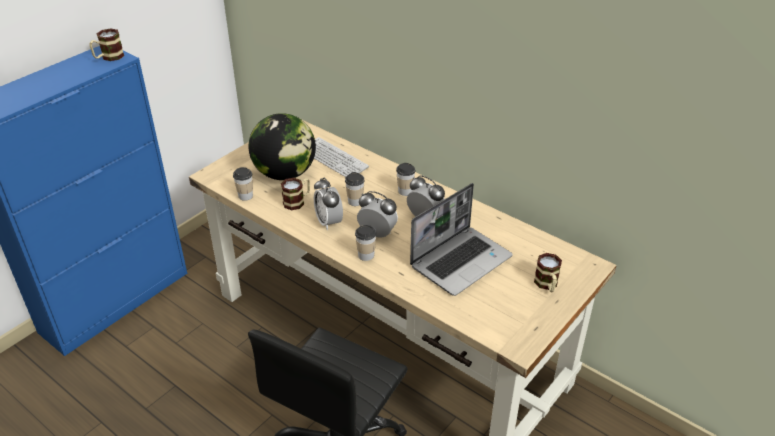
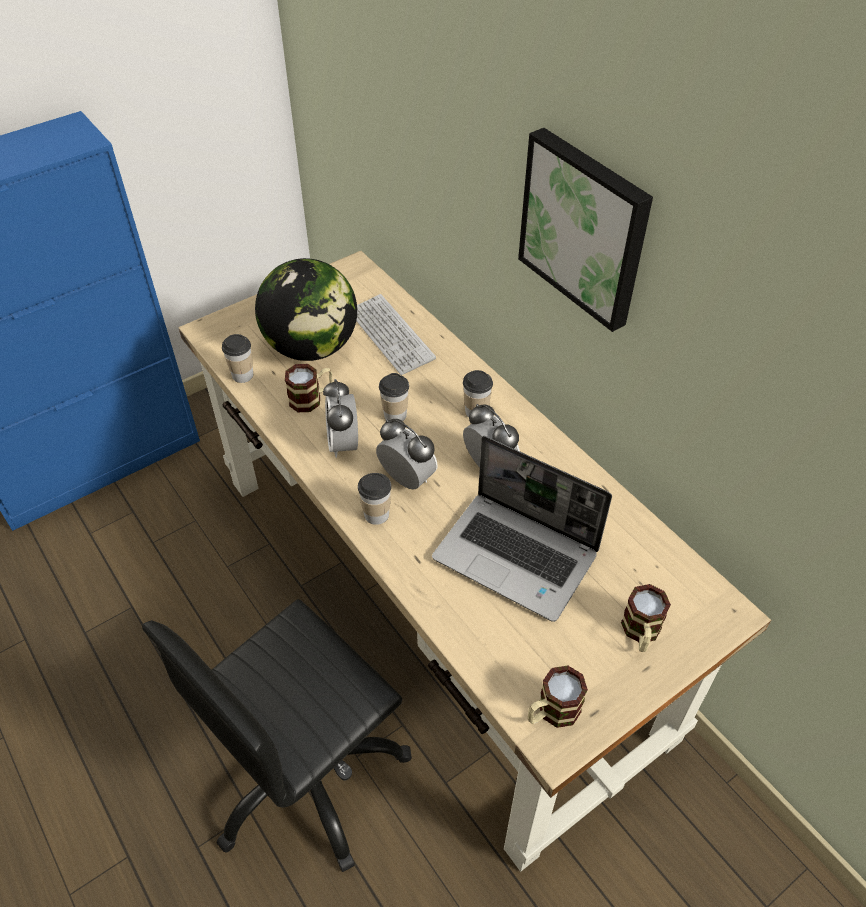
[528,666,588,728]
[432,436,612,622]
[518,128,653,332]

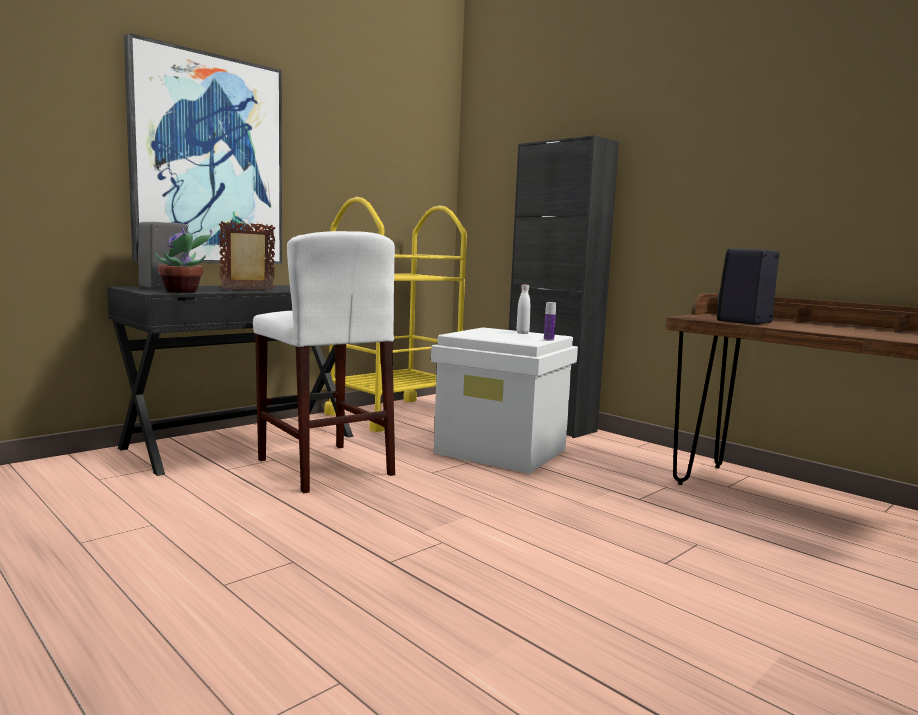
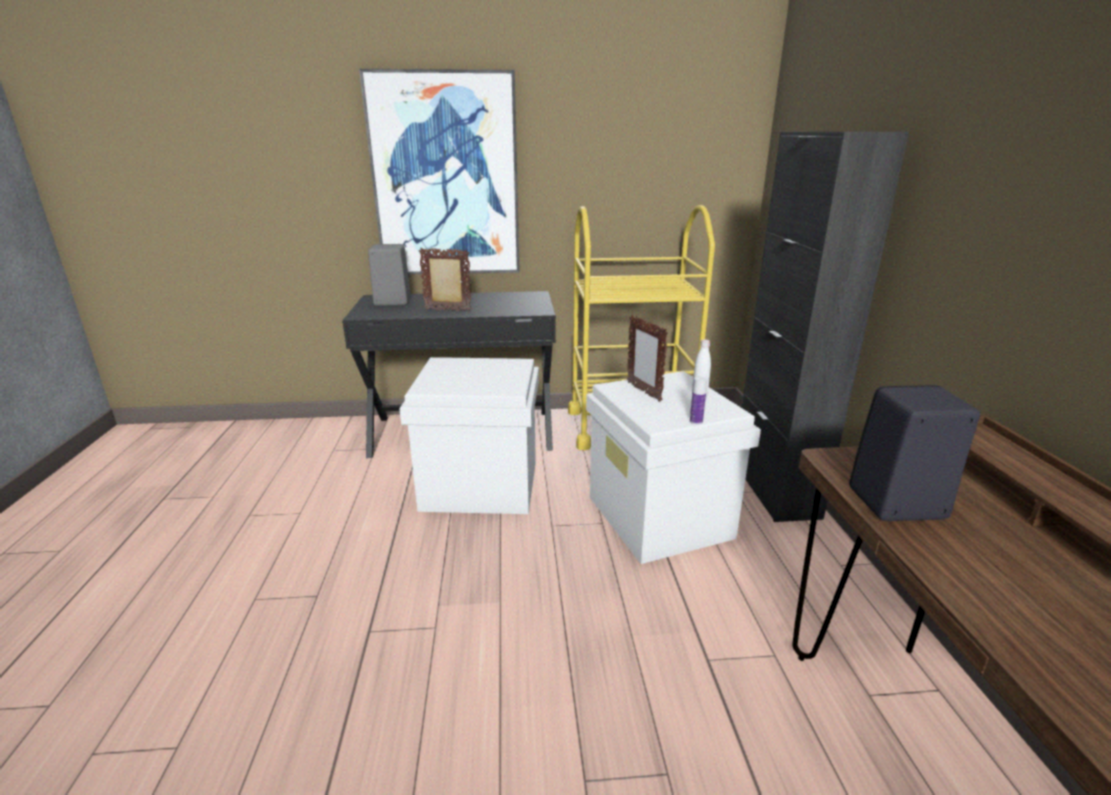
[155,222,212,293] (first image)
[399,357,539,514]
[627,315,668,402]

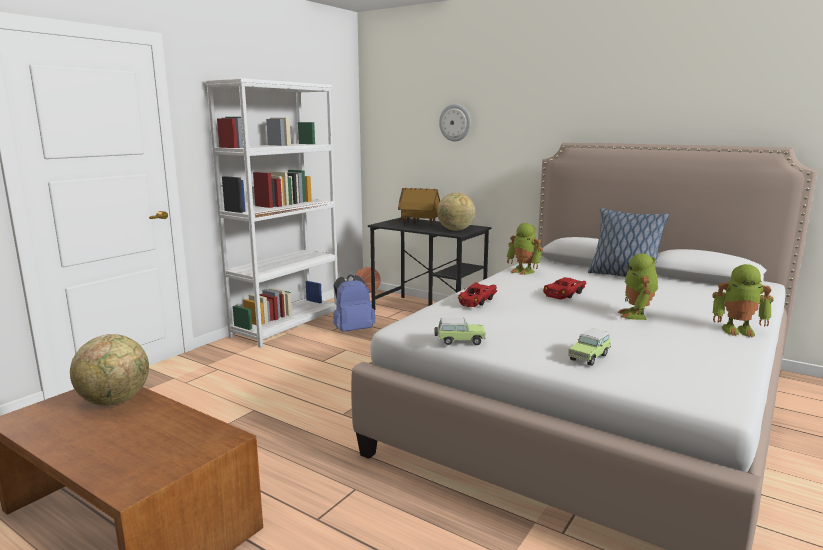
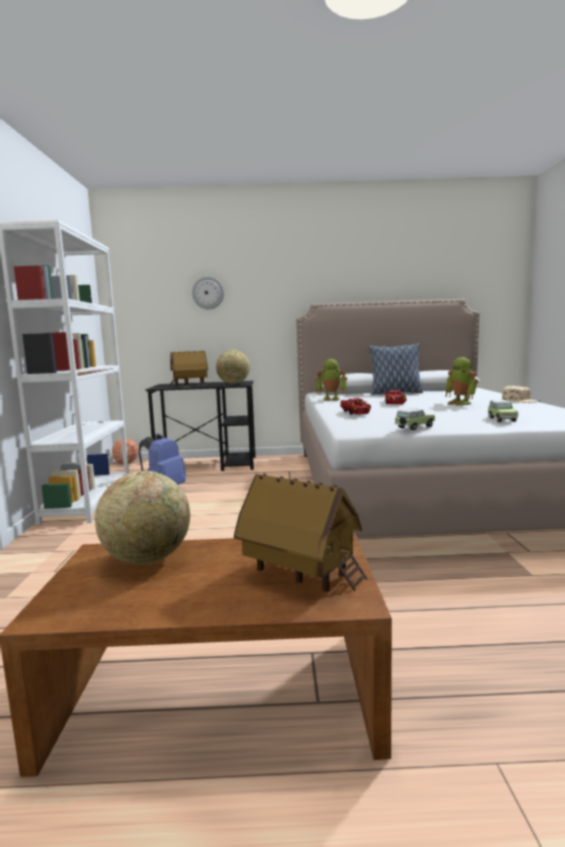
[502,386,541,403]
[234,474,368,592]

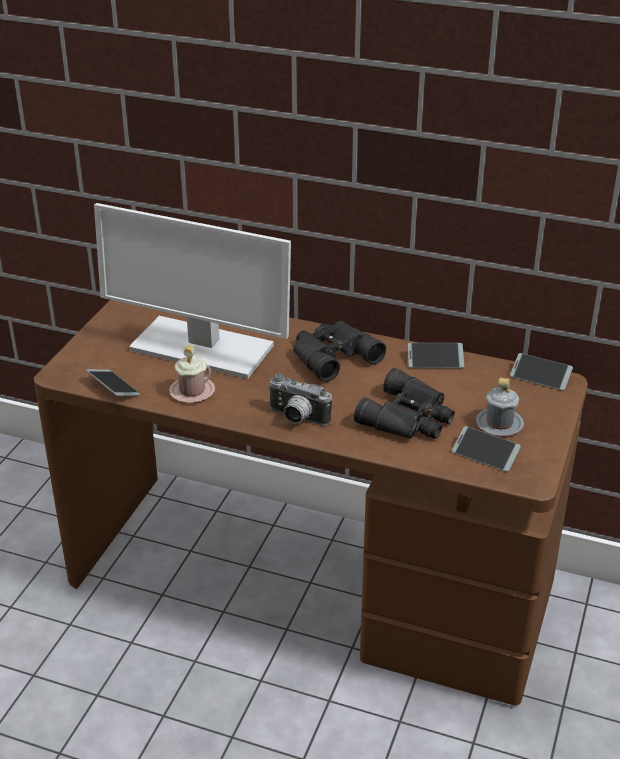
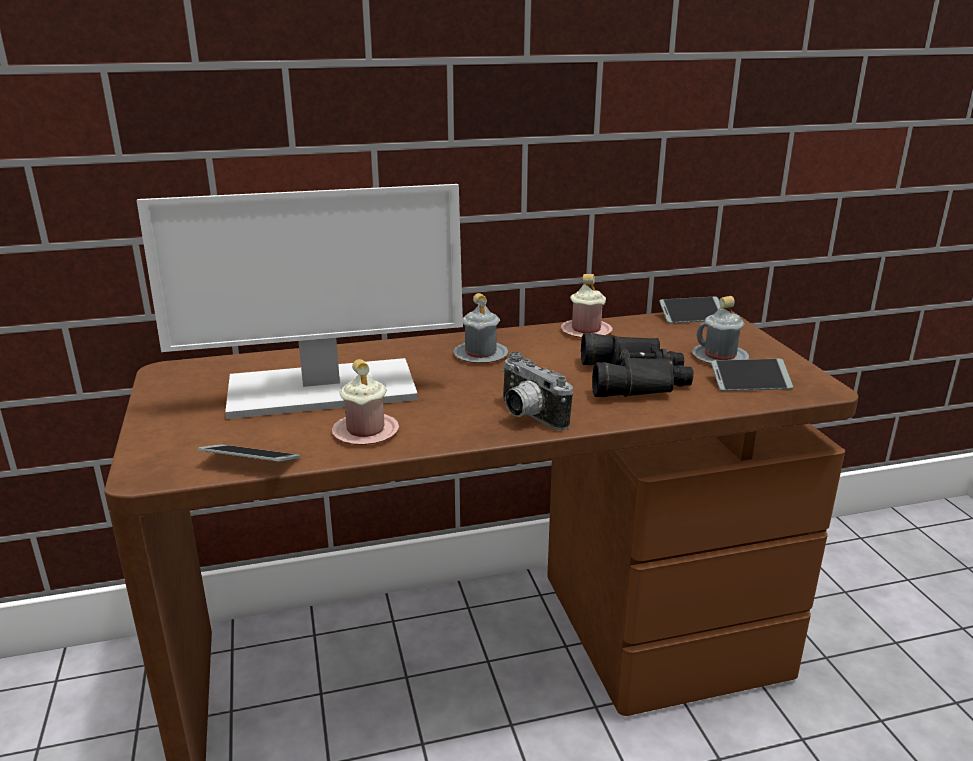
[502,352,573,431]
[453,293,508,363]
[561,274,612,338]

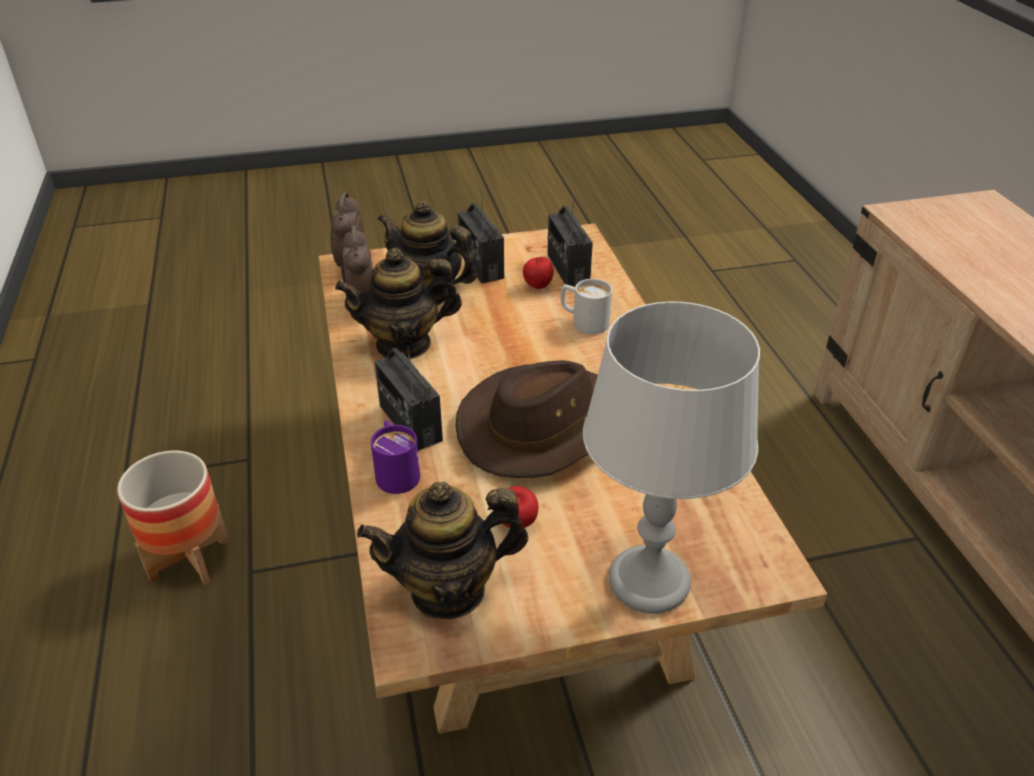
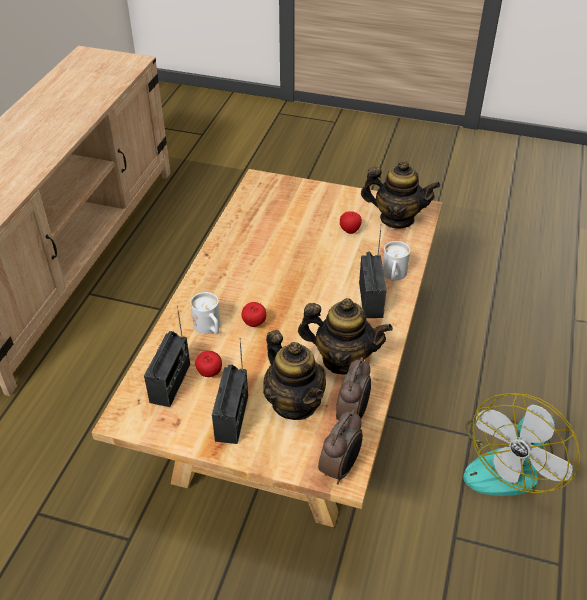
[463,393,581,496]
[382,241,410,281]
[456,360,598,478] (first image)
[583,302,760,614] (first image)
[242,302,266,327]

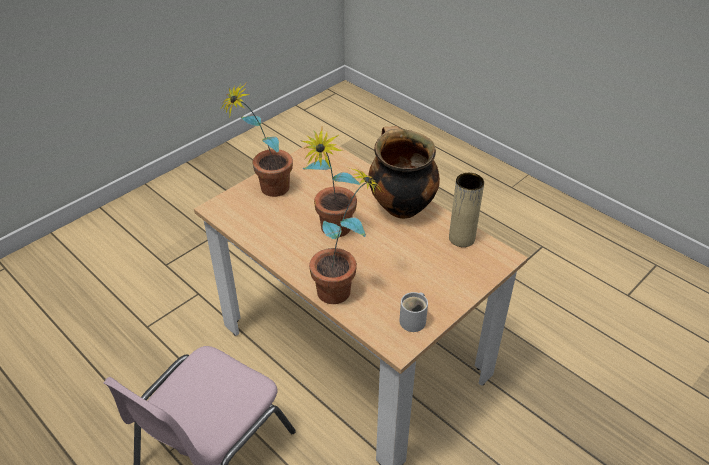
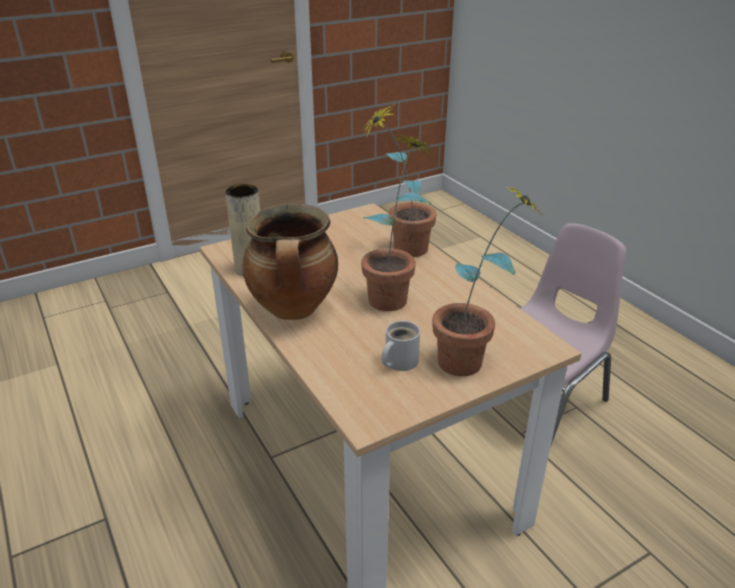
[382,321,420,371]

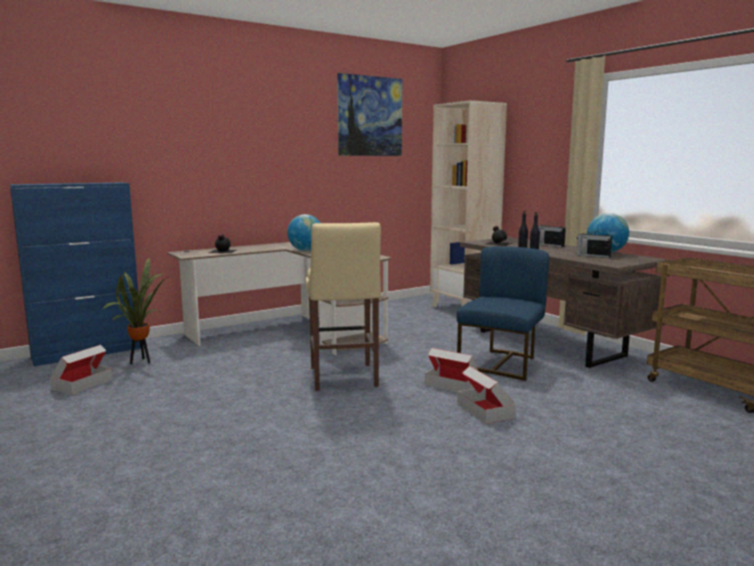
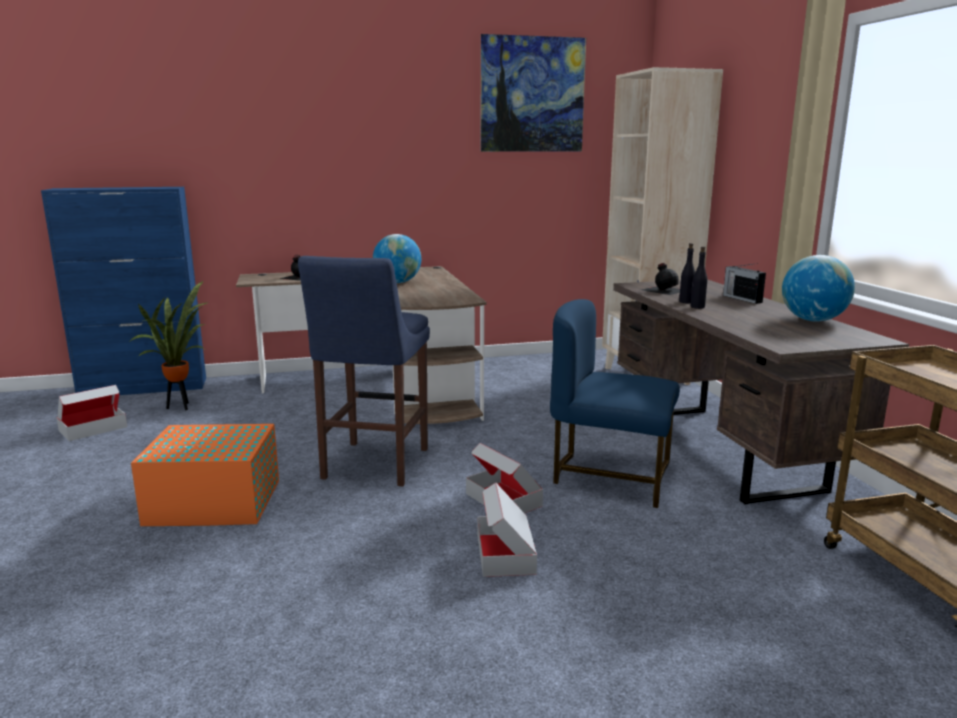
[298,256,430,486]
[550,299,680,508]
[577,230,612,258] (first image)
[131,424,279,526]

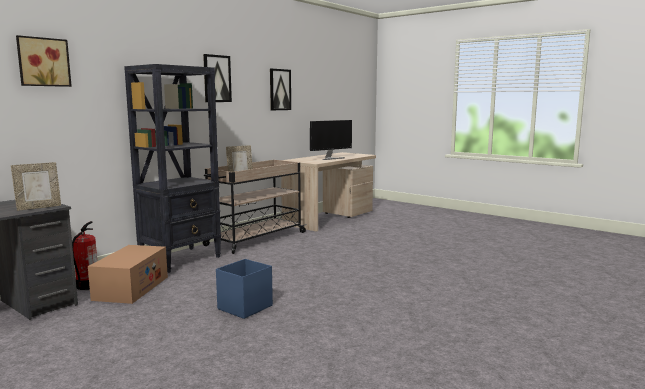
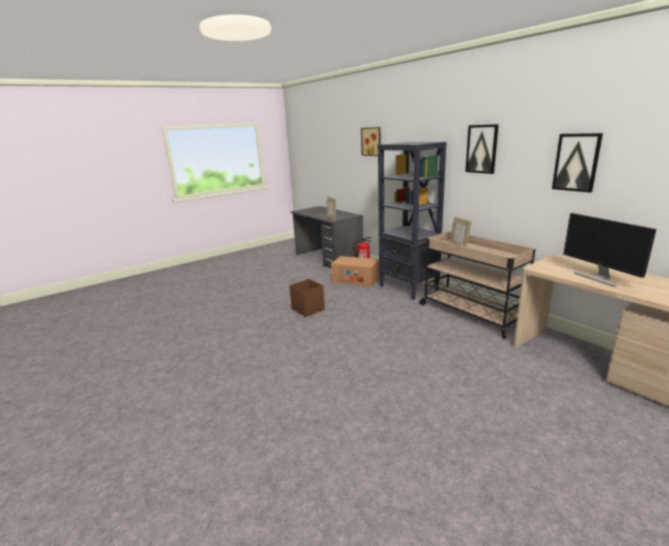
[289,279,325,317]

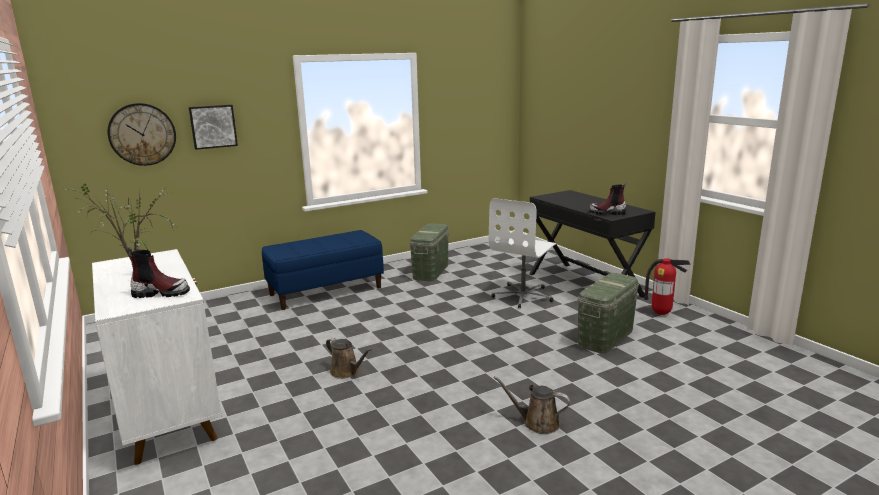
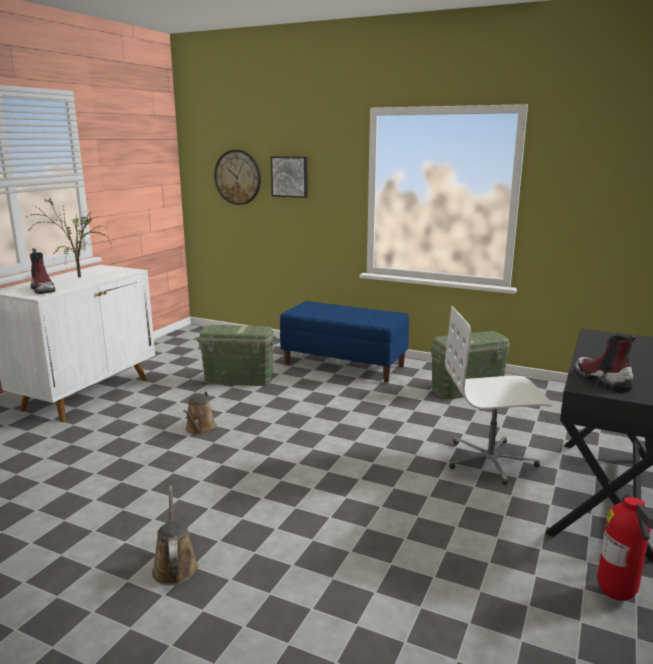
[198,325,276,386]

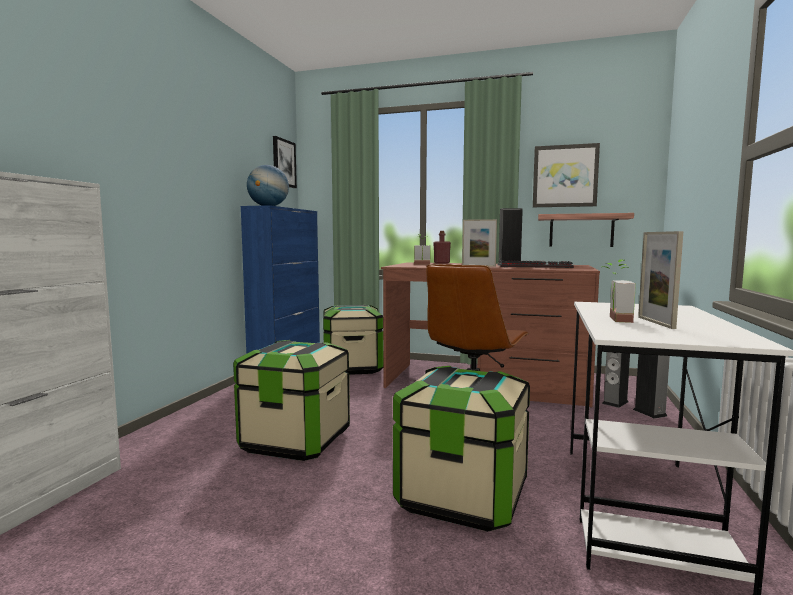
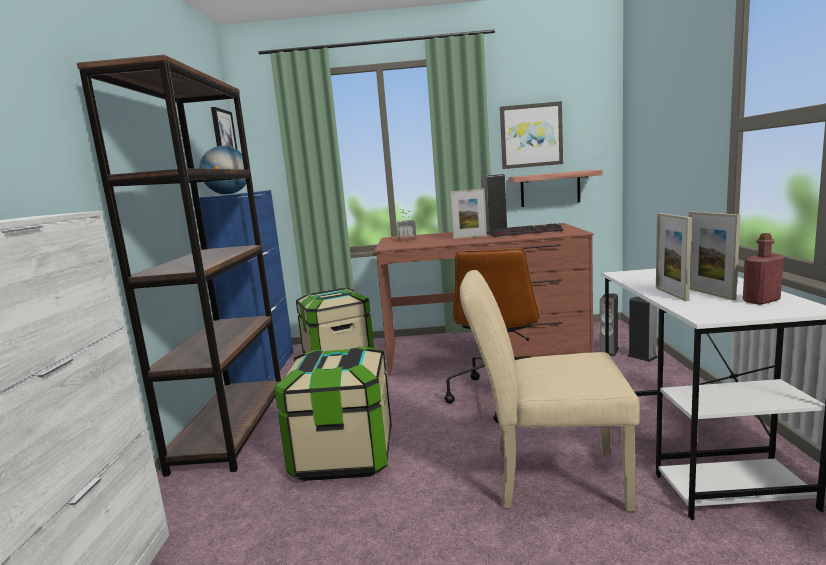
[460,270,640,512]
[743,233,784,305]
[656,213,692,301]
[77,55,281,477]

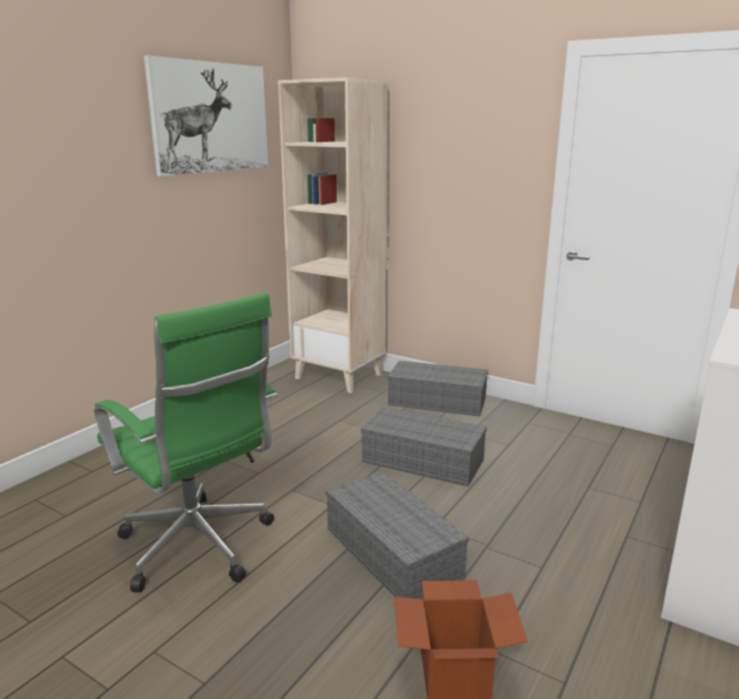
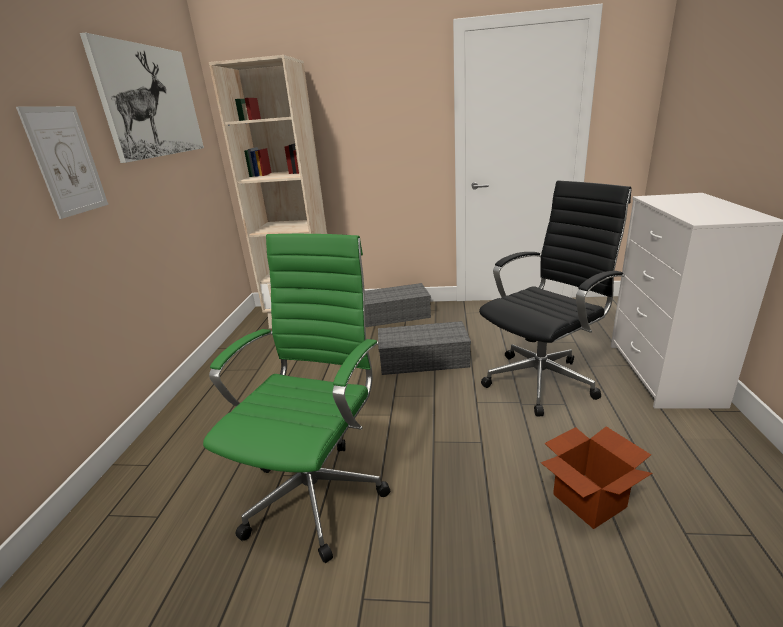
[203,234,390,563]
[326,471,469,600] (first image)
[16,106,108,219]
[479,180,632,417]

